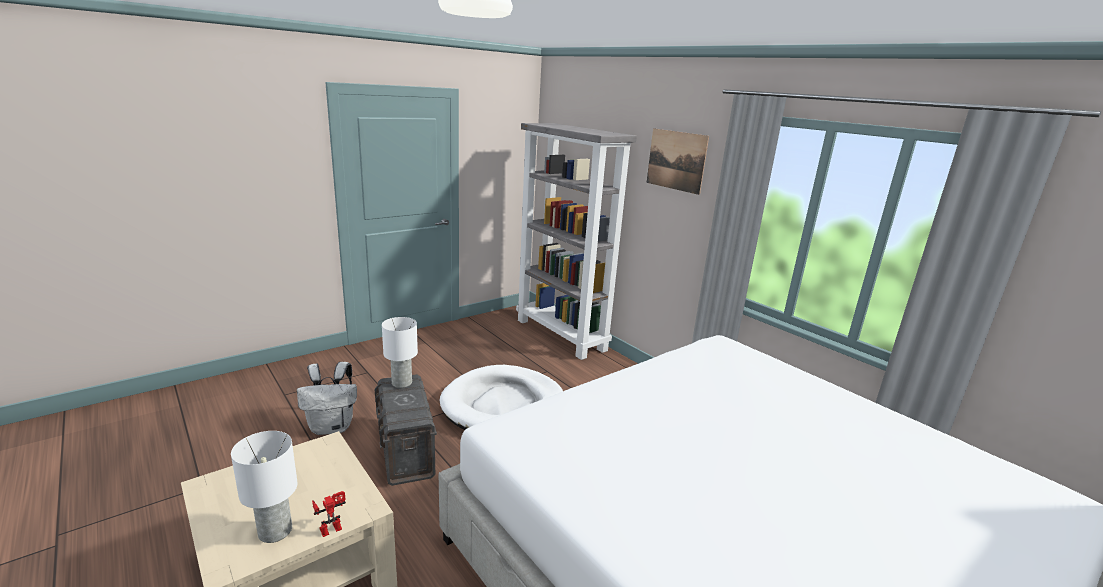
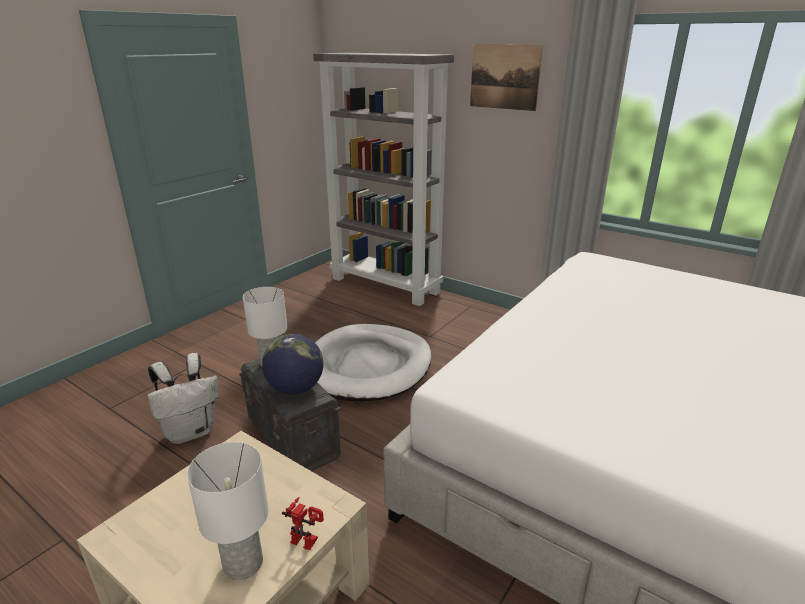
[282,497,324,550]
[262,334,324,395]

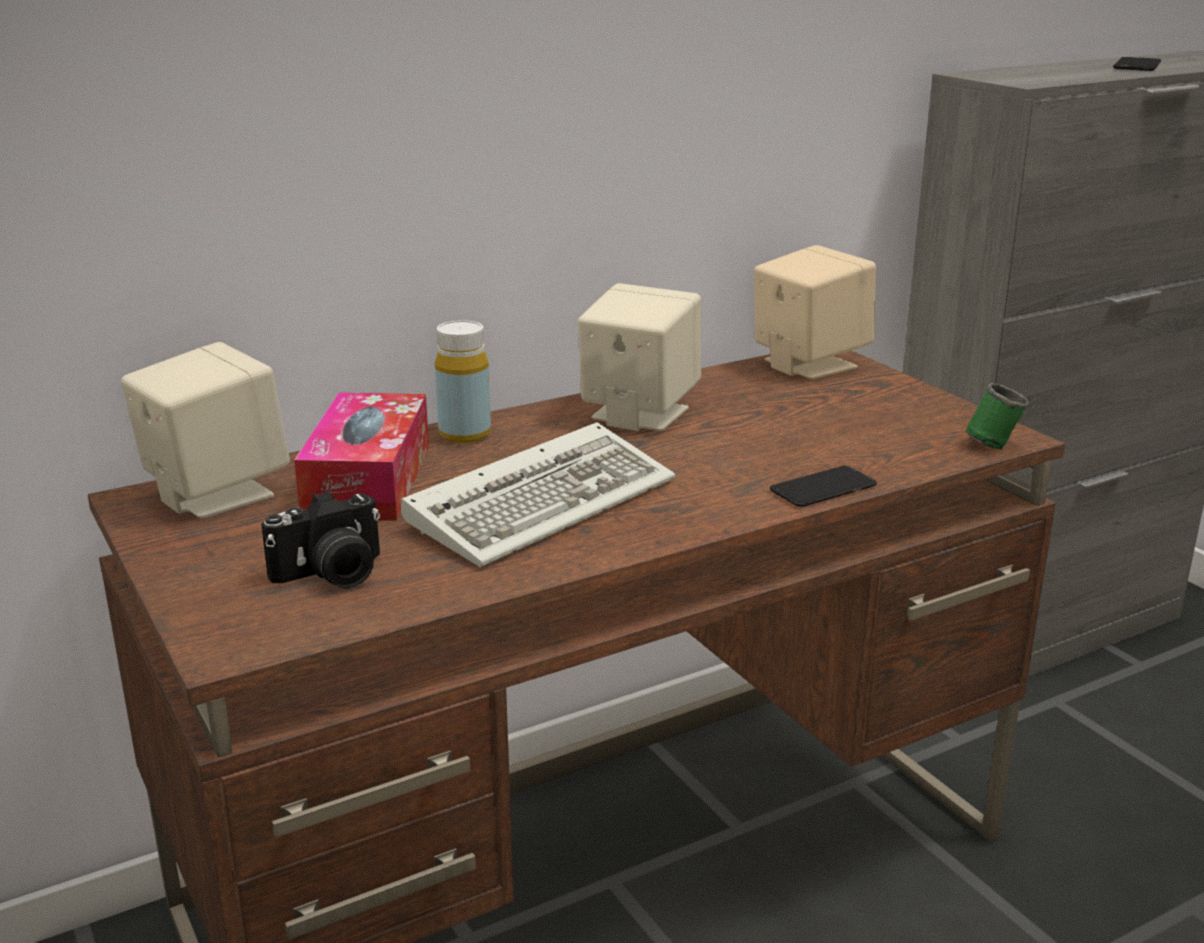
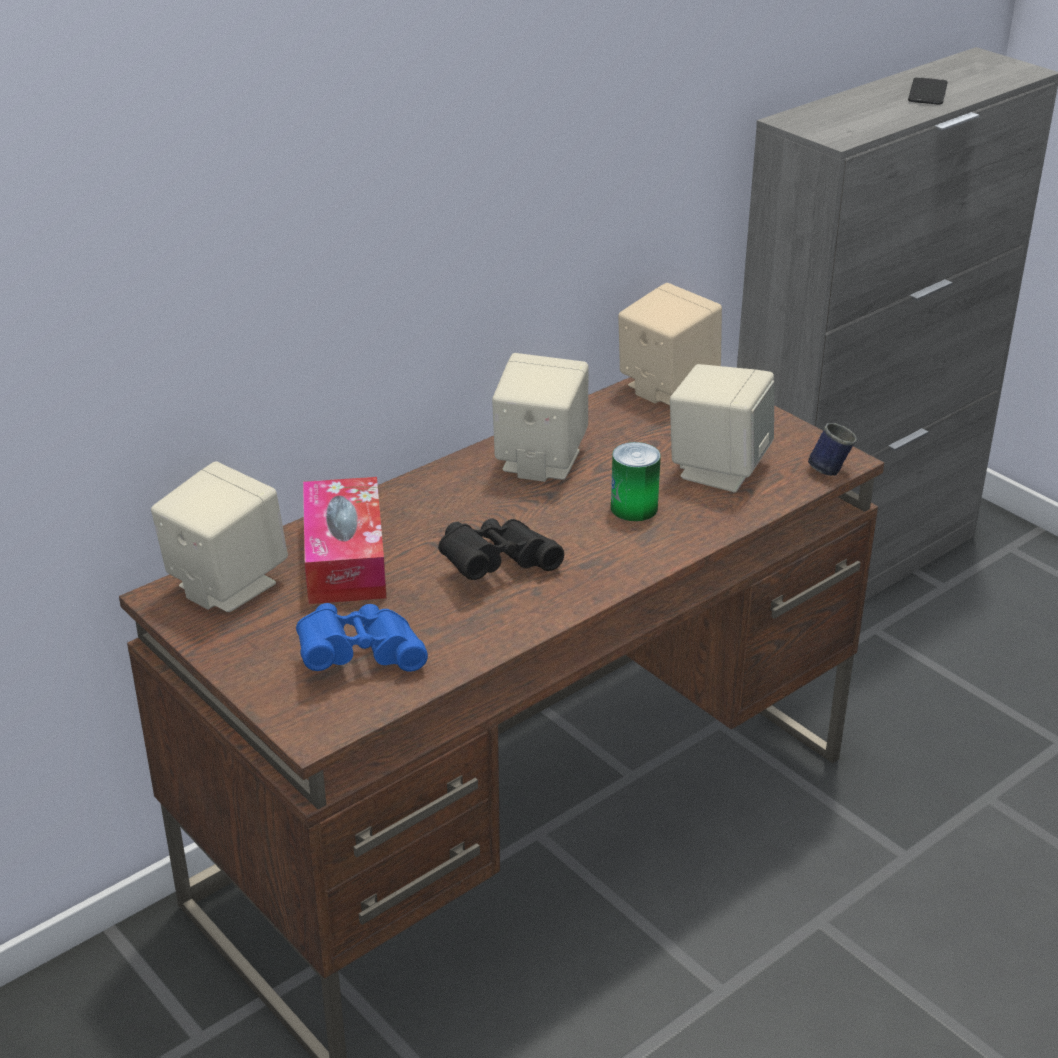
[296,603,428,672]
[438,518,564,580]
[435,320,491,443] (first image)
[770,466,877,507] (first image)
[808,423,857,476]
[611,442,661,521]
[670,364,774,492]

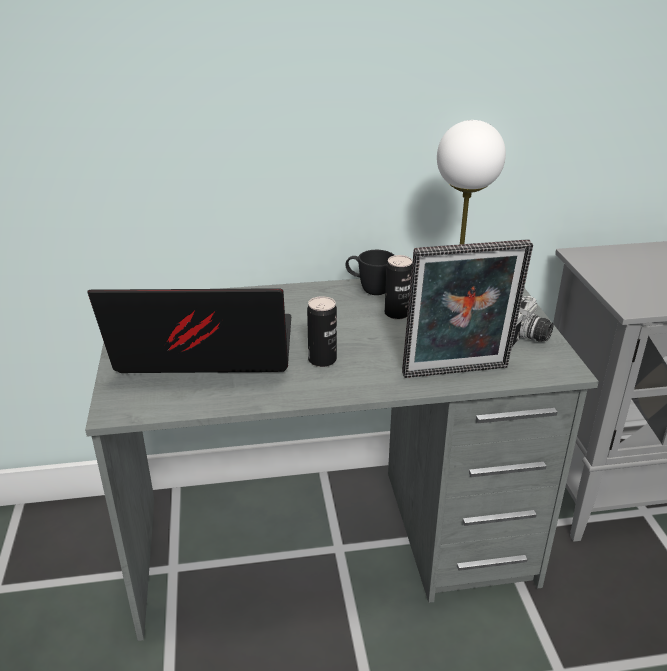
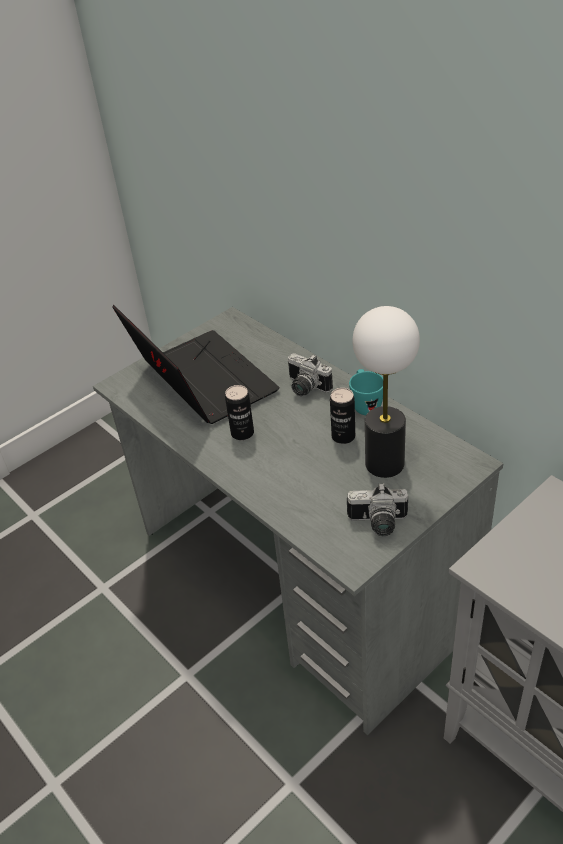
[349,369,383,415]
[402,239,533,378] (first image)
[287,353,333,396]

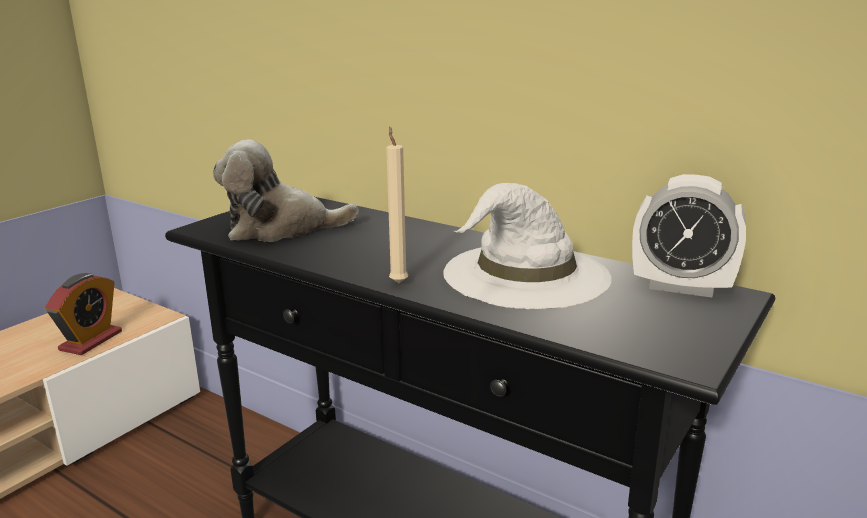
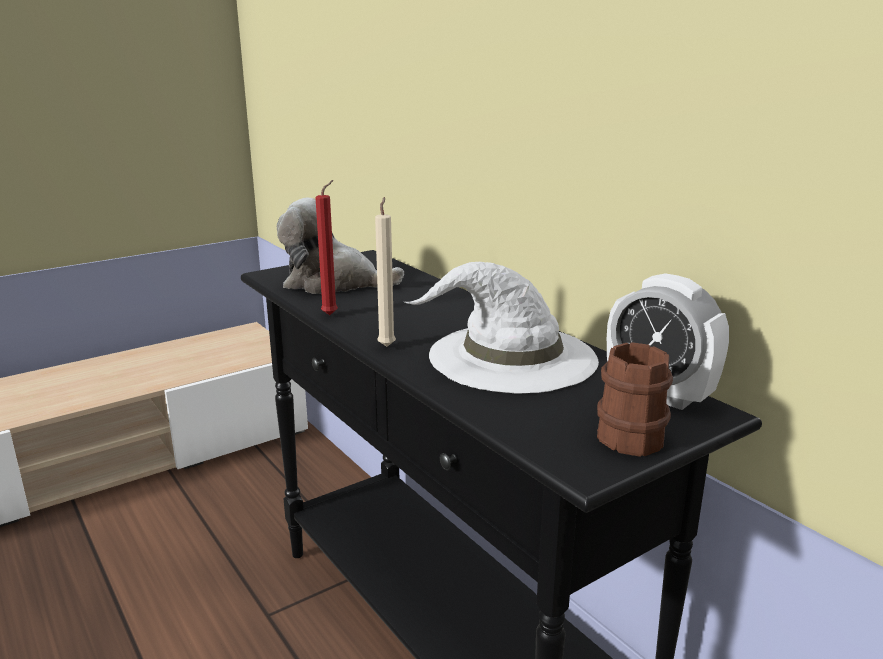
[45,273,122,355] (first image)
[315,180,338,315]
[597,342,673,457]

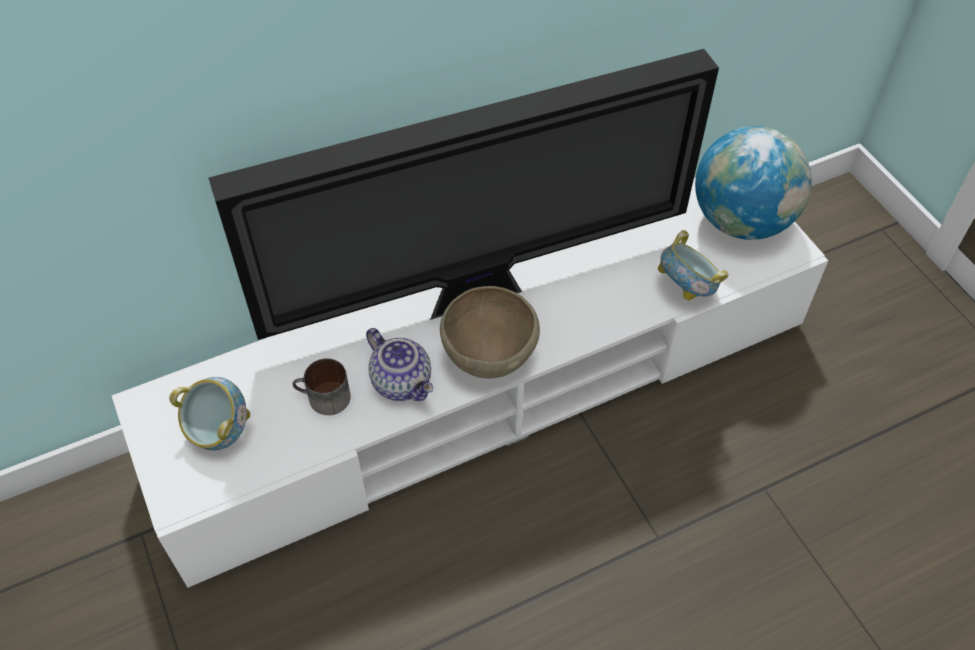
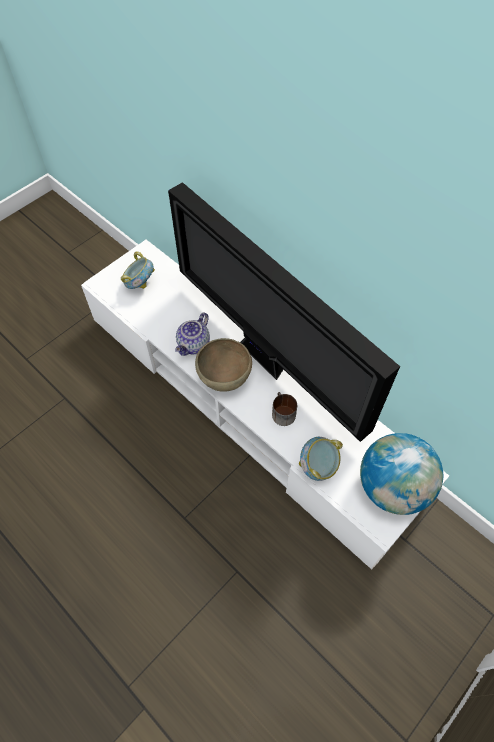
[272,392,297,426]

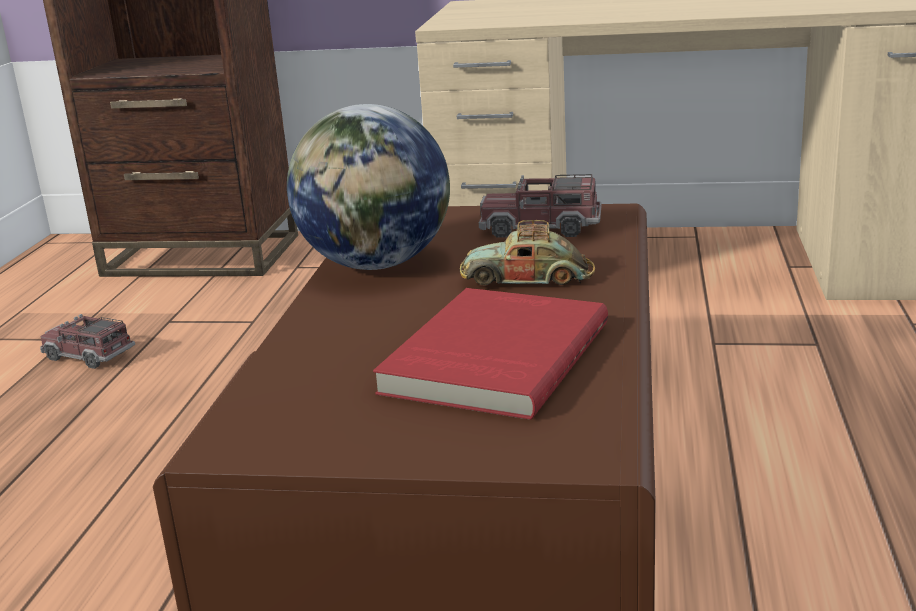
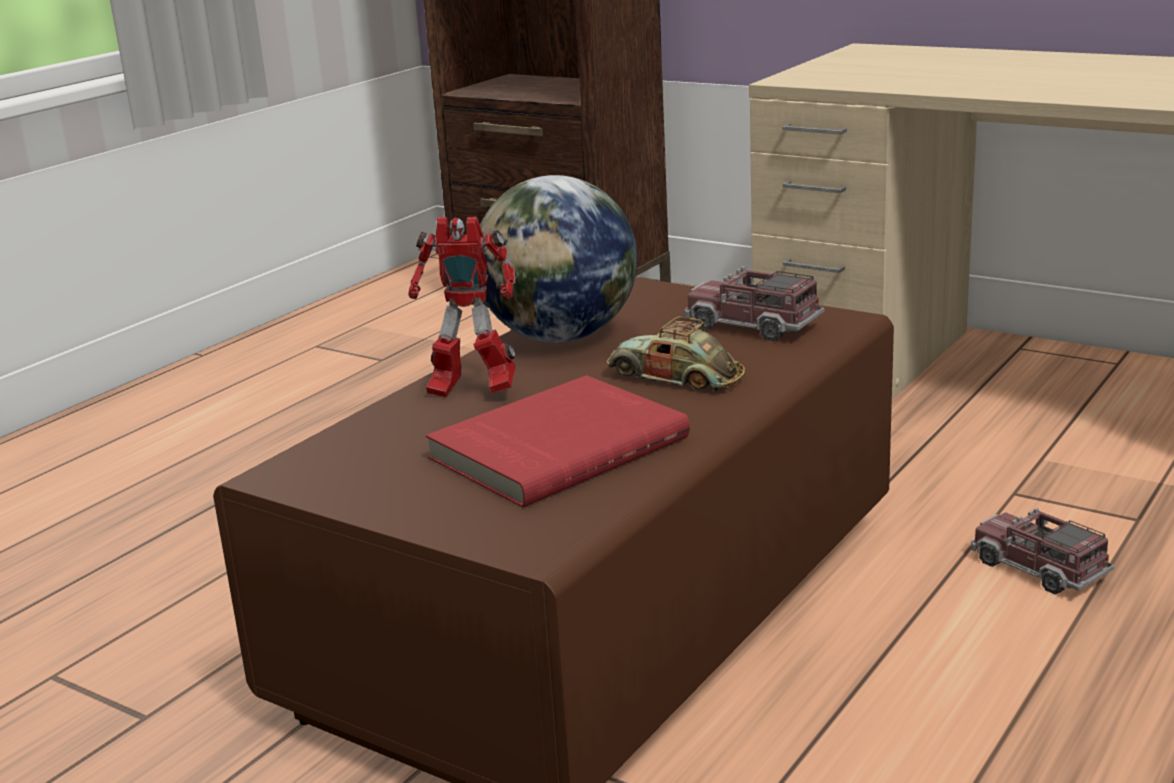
[971,508,1114,595]
[408,217,516,398]

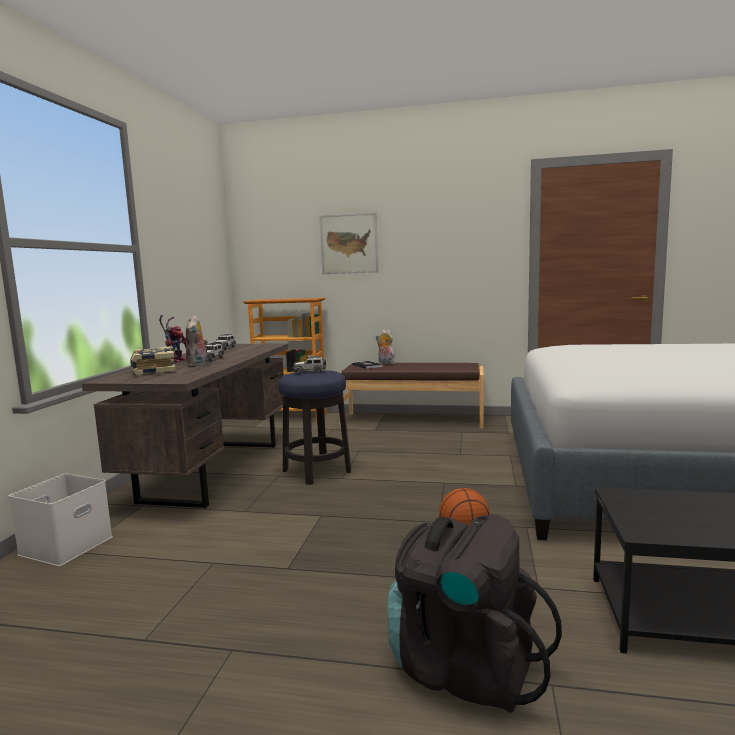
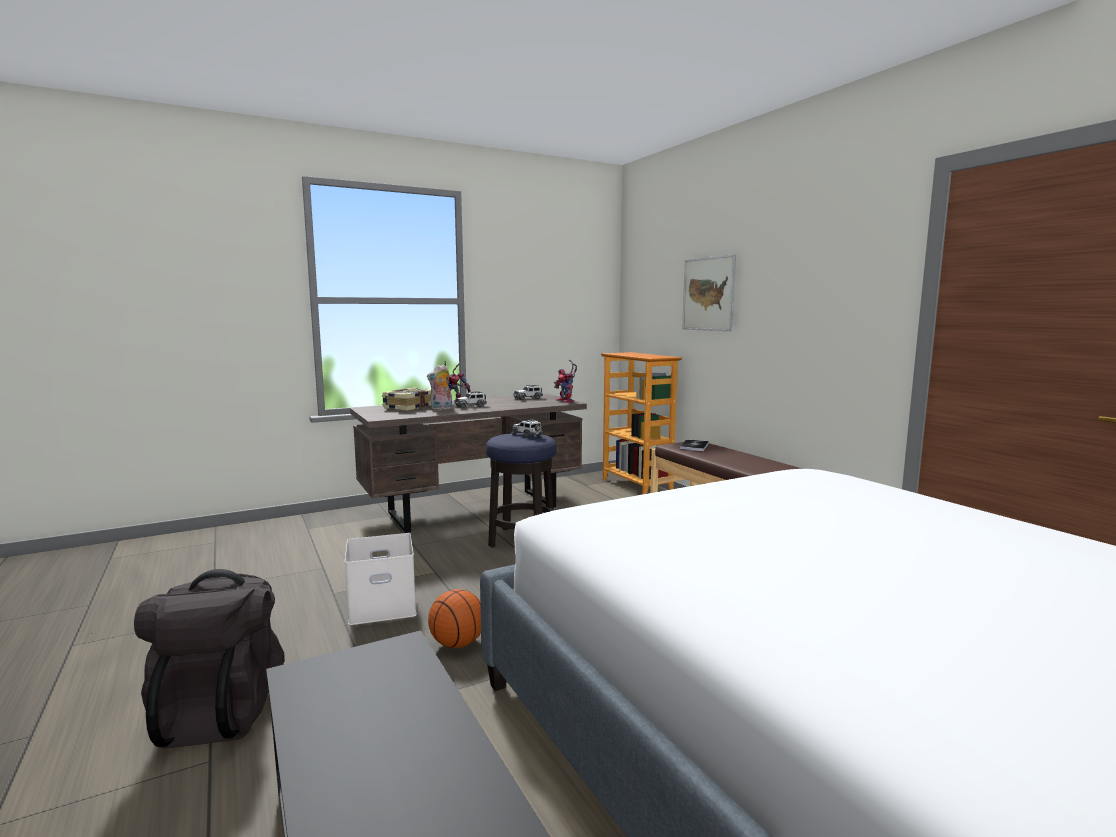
[345,533,416,625]
[376,330,395,364] (first image)
[554,360,577,403]

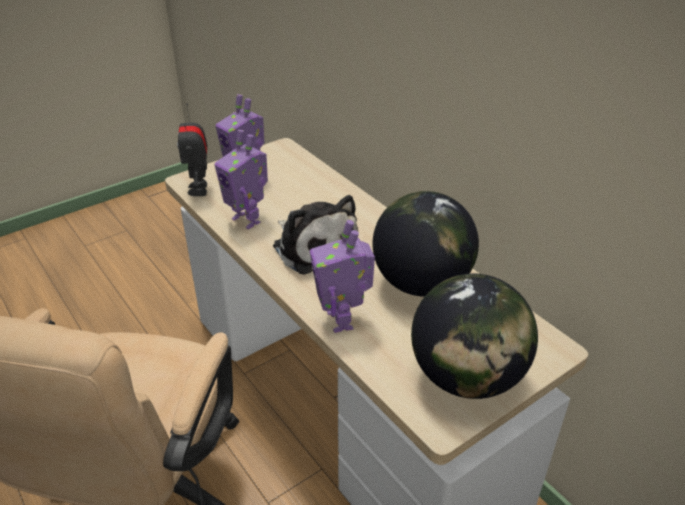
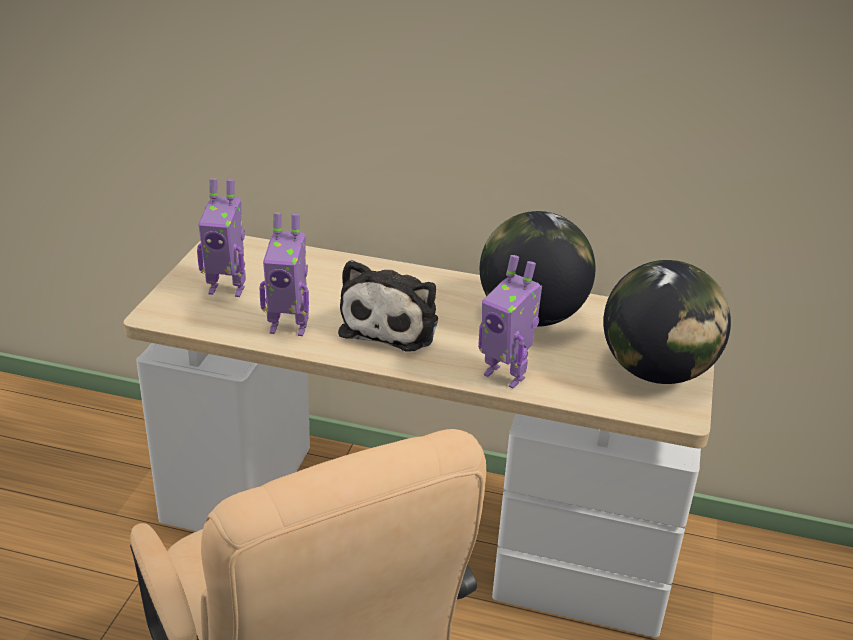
[177,104,207,196] (first image)
[338,260,438,351]

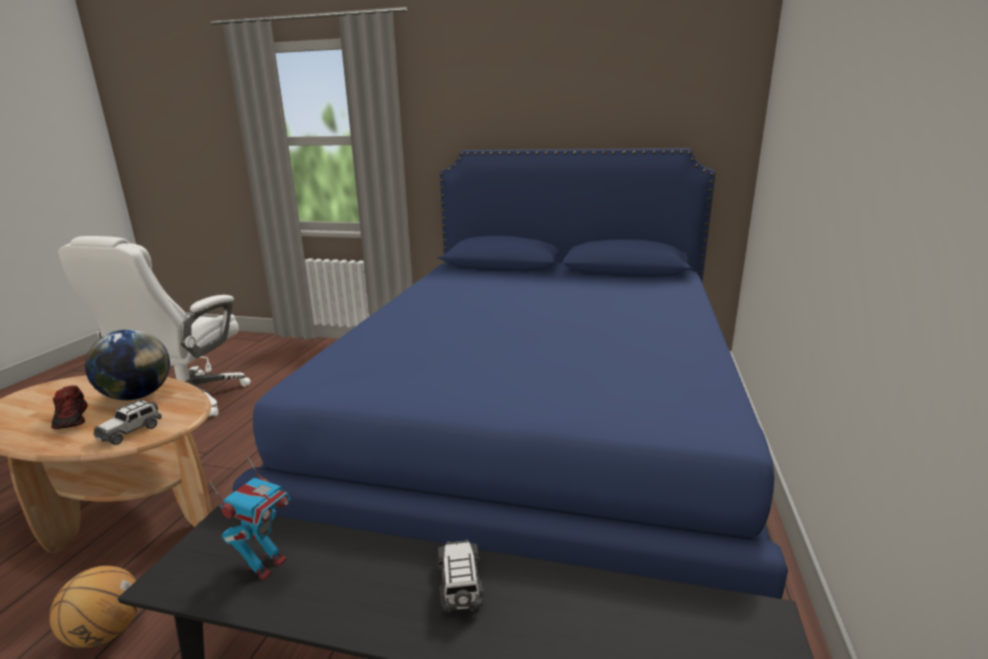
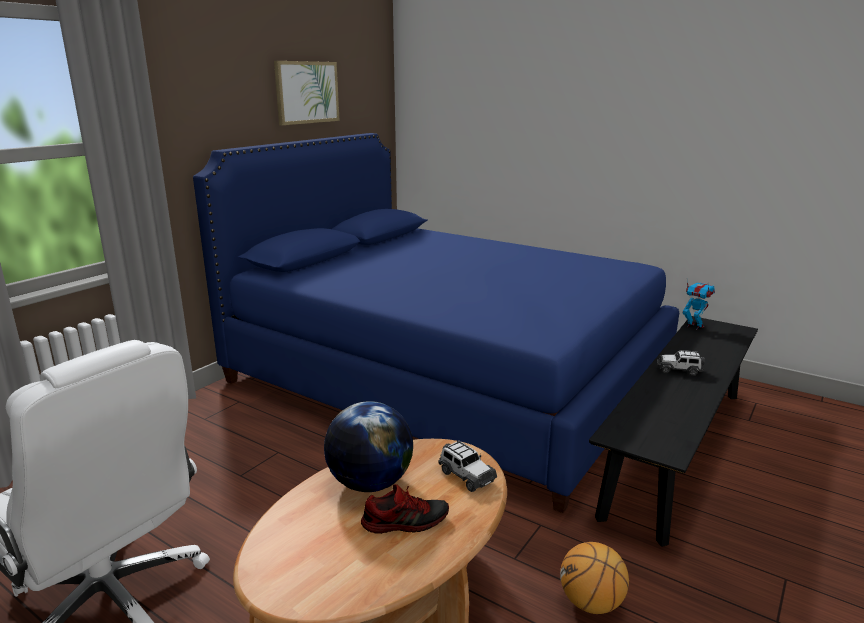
[683,281,715,330]
[274,61,340,125]

